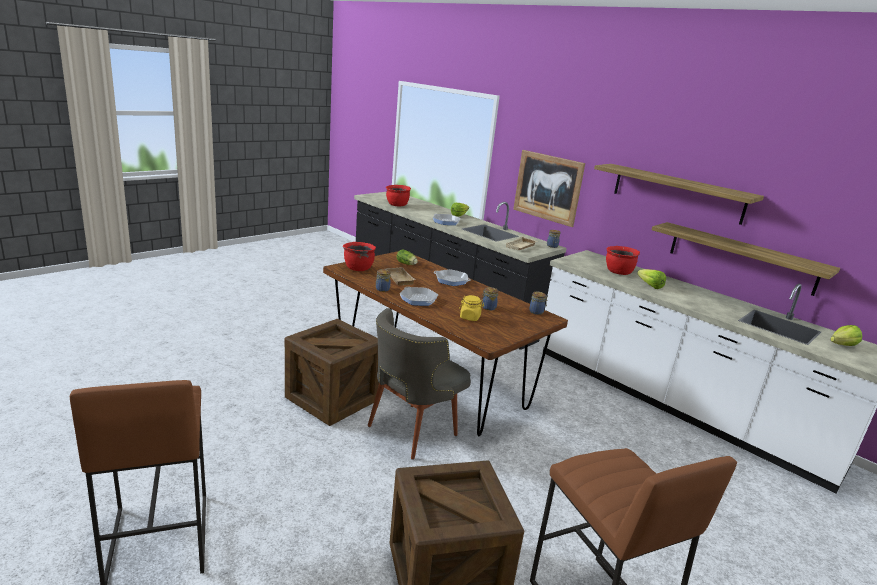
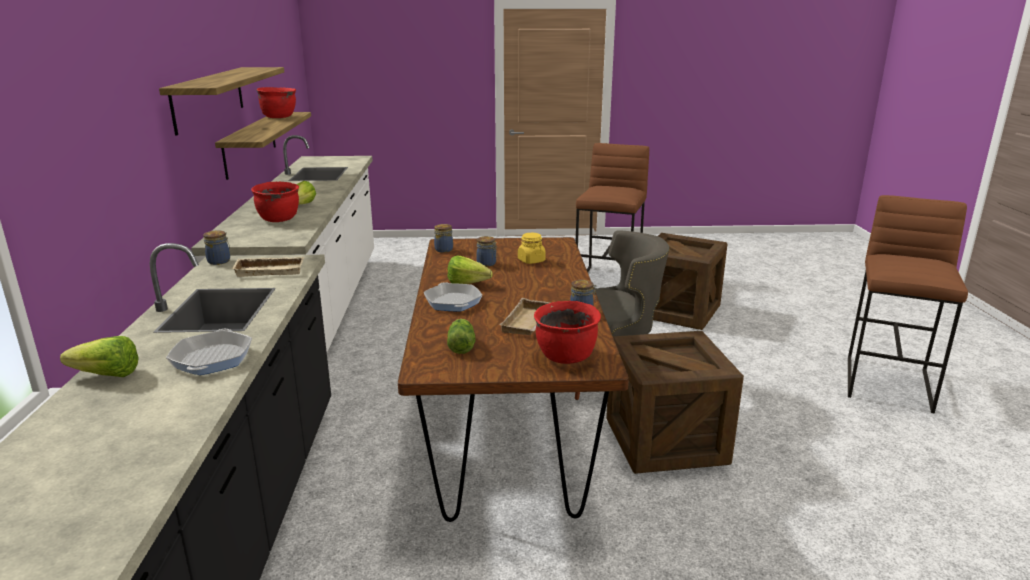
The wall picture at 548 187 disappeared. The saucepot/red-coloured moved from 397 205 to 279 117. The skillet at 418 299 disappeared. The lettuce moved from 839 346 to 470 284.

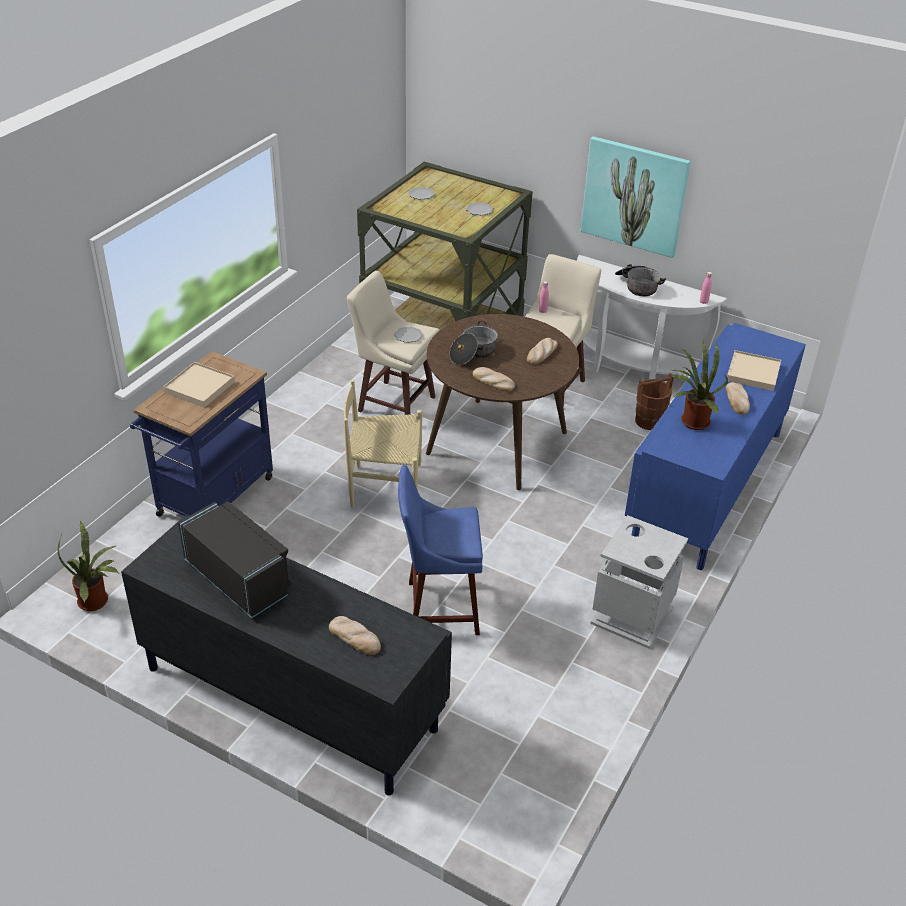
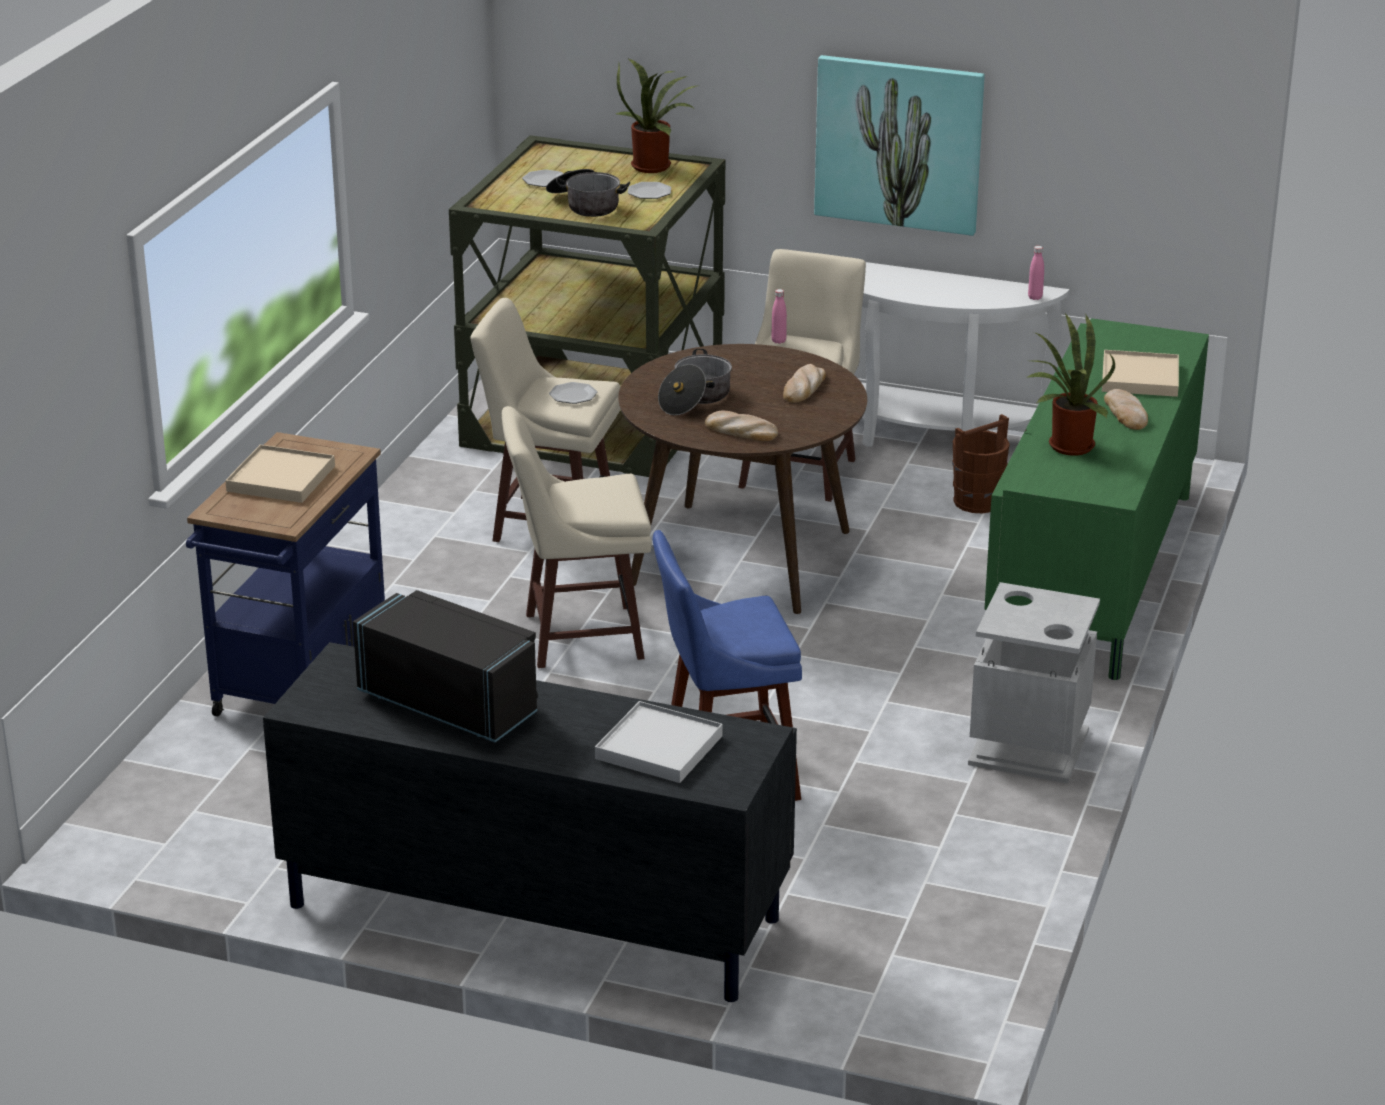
The saucepot moved from 637 286 to 585 205. The cabinet/blue at 705 484 became the cabinet/greenish at 1091 573. The plain chair/beige at 385 488 was replaced by the stool/beige at 579 636. The plant in a pot moved from 96 601 to 655 166. The bakery bread at 355 637 was replaced by the tray/white at 658 747.

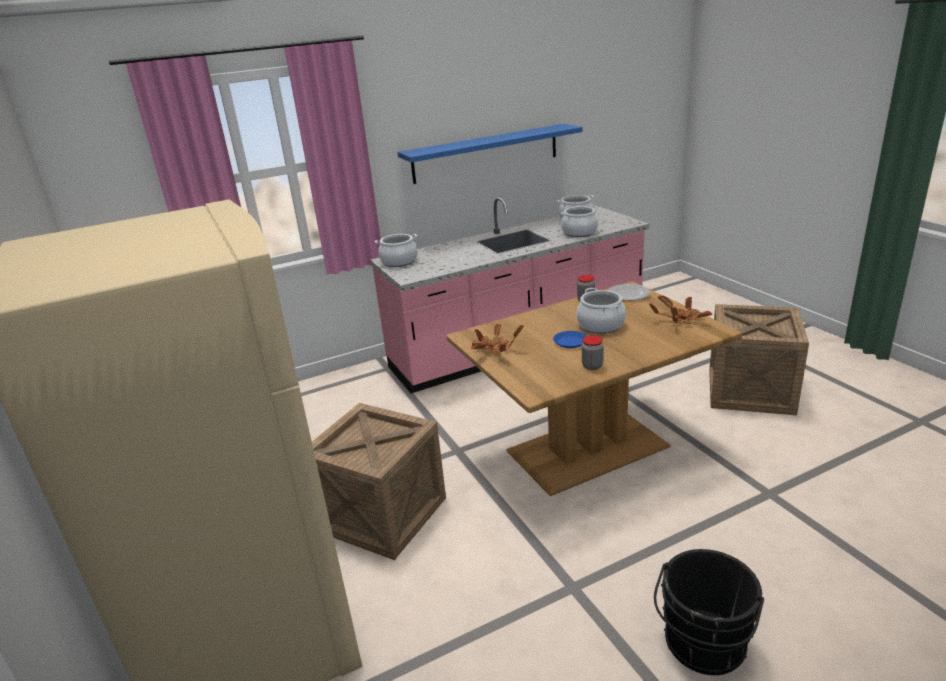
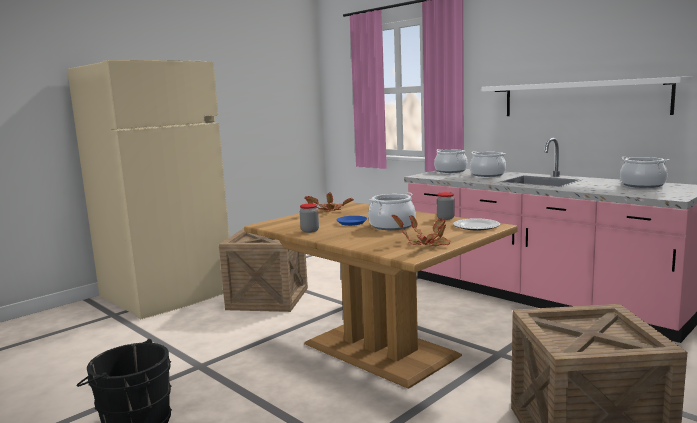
The bracket shelf/blue at 486 153 became the bracket shelf/white at 582 98. The saucepot moved from 579 232 to 487 175.

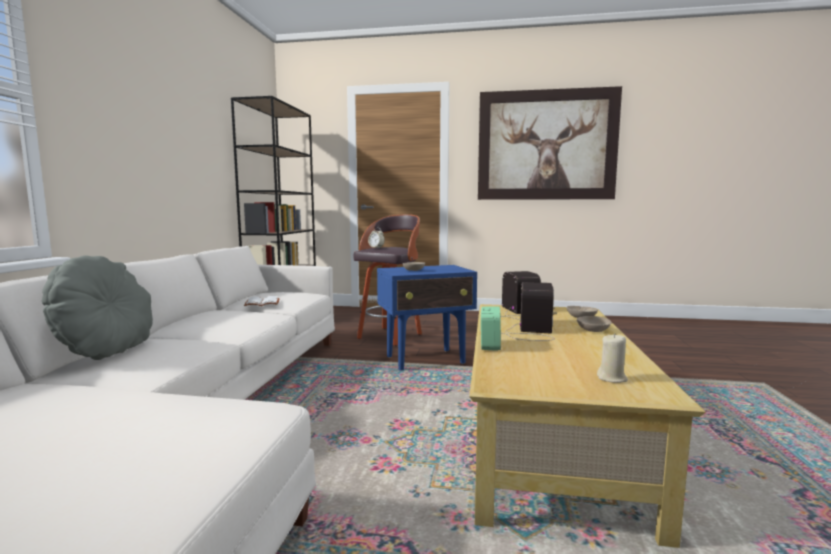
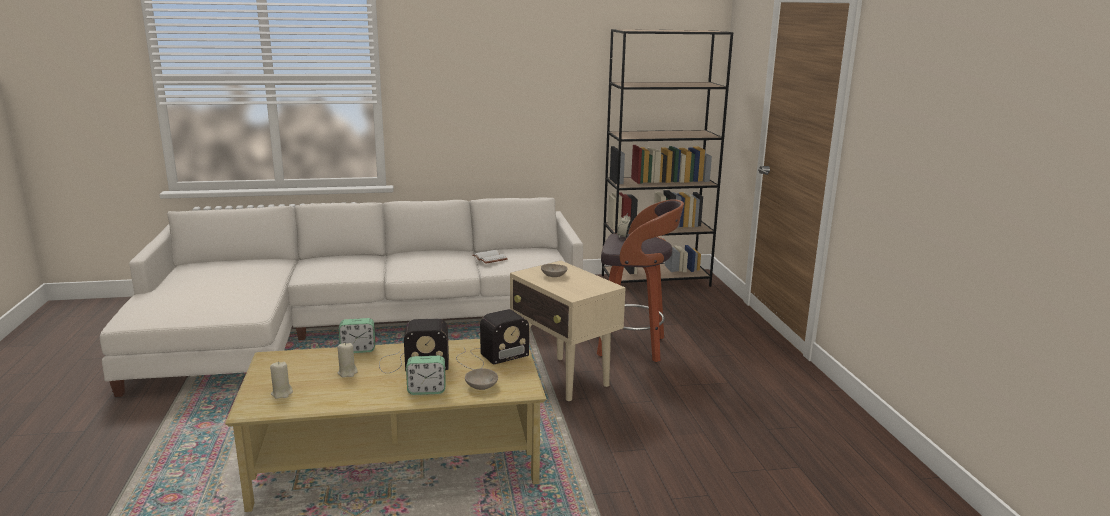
The wall picture at 546 145 disappeared. The throw pillow/grey at 107 353 disappeared. The accent table/blue at 426 360 became the accent table/beige at 564 379. The deep dish/beige at 592 330 was replaced by the table clock at 426 390. The wax light/beige at 347 373 appeared.

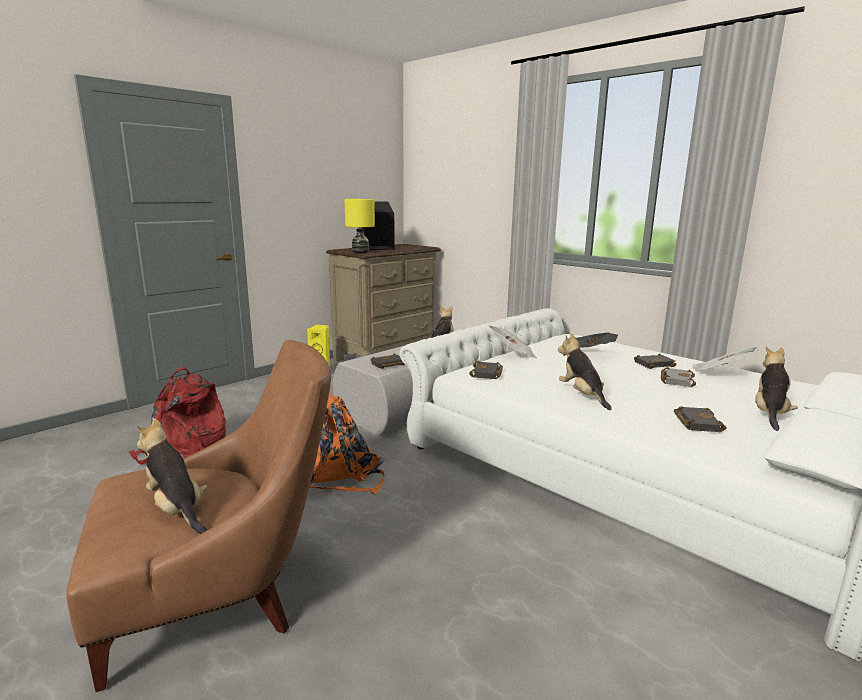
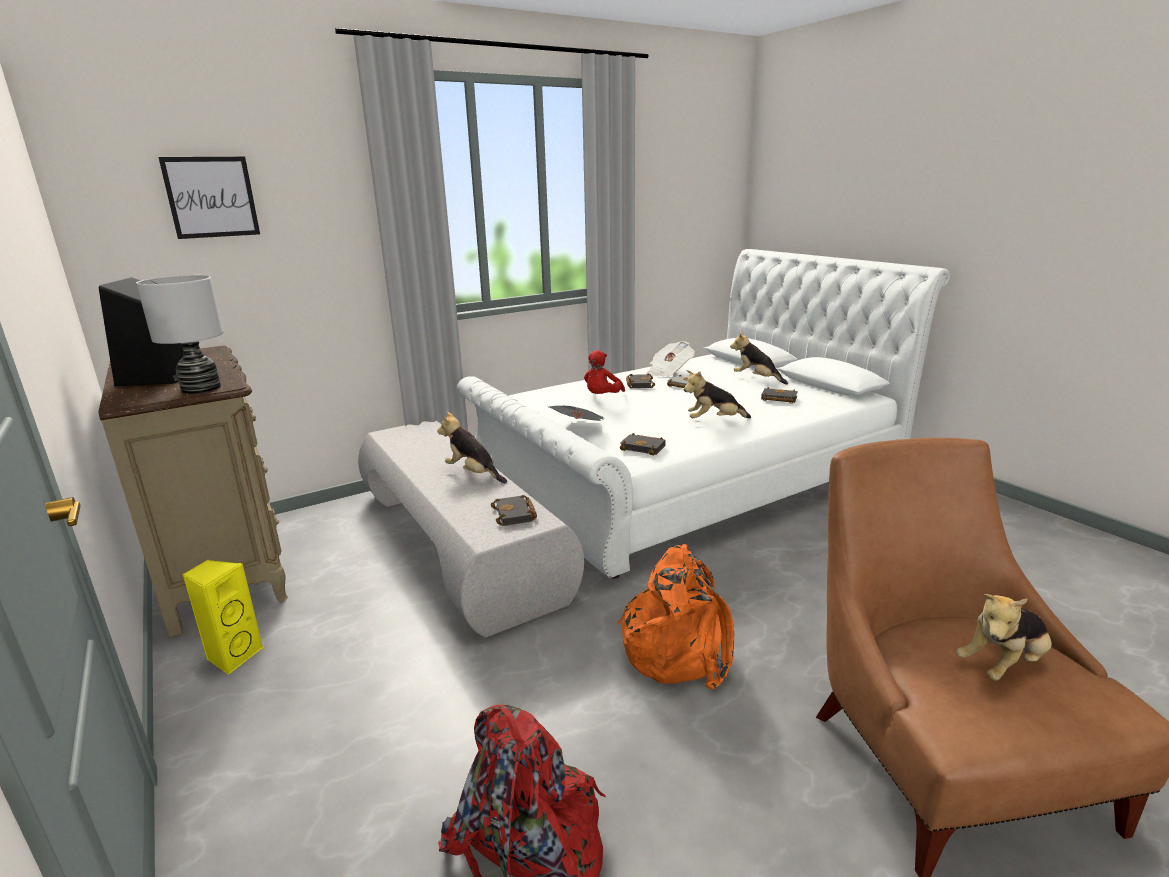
The table lamp/yellow at 360 252 became the table lamp/grey at 200 388. The daily paper at 590 354 was replaced by the soft toy/red-coloured at 602 397. The wall picture at 211 197 appeared.

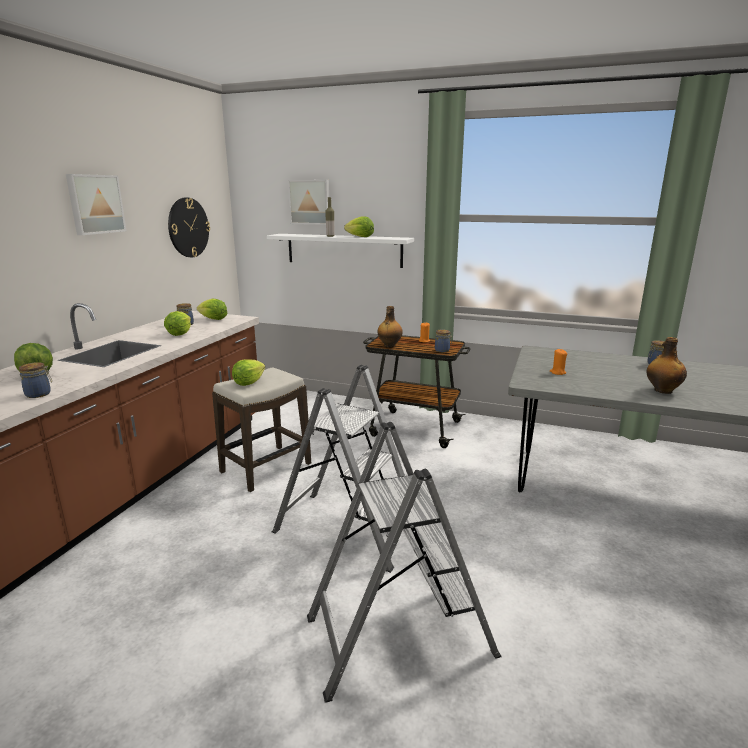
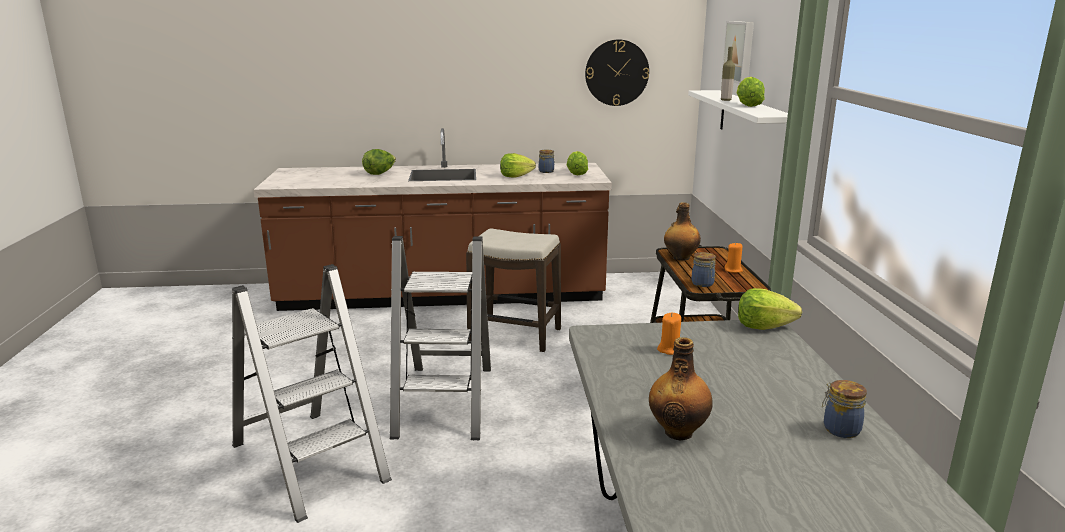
The wall picture at 95 204 disappeared. The lettuce moved from 249 382 to 763 326. The storage jar at 39 394 disappeared.

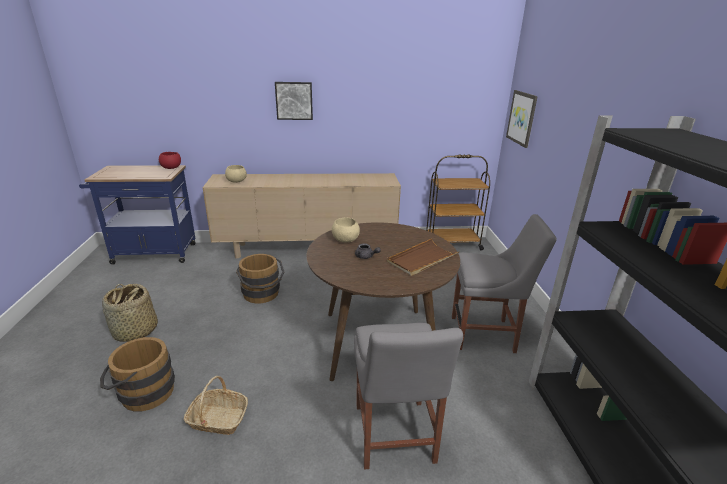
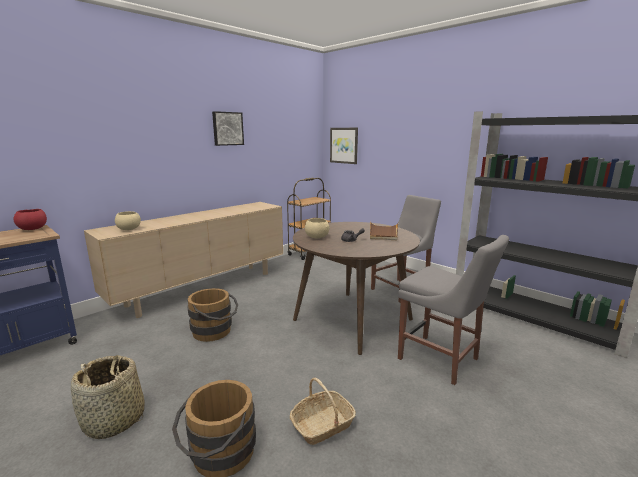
The wall picture moved from 294 100 to 227 128.

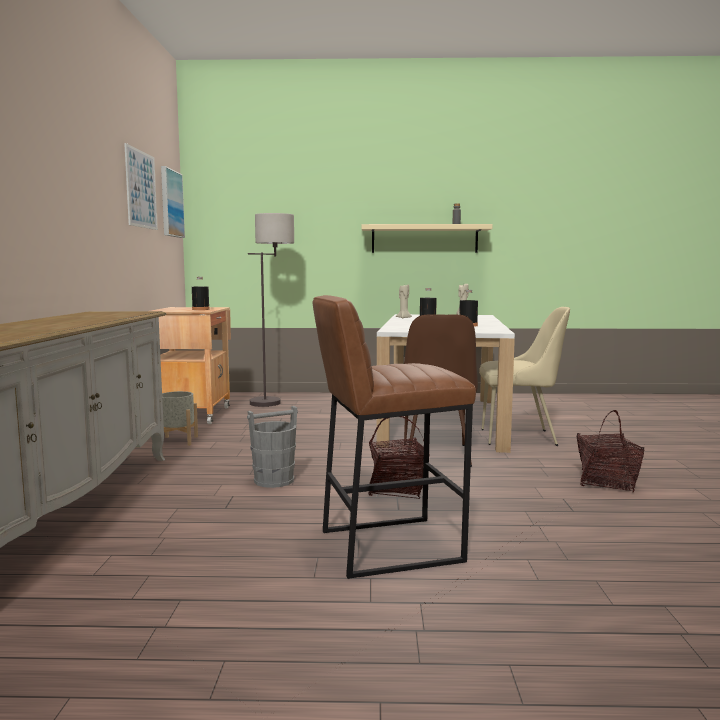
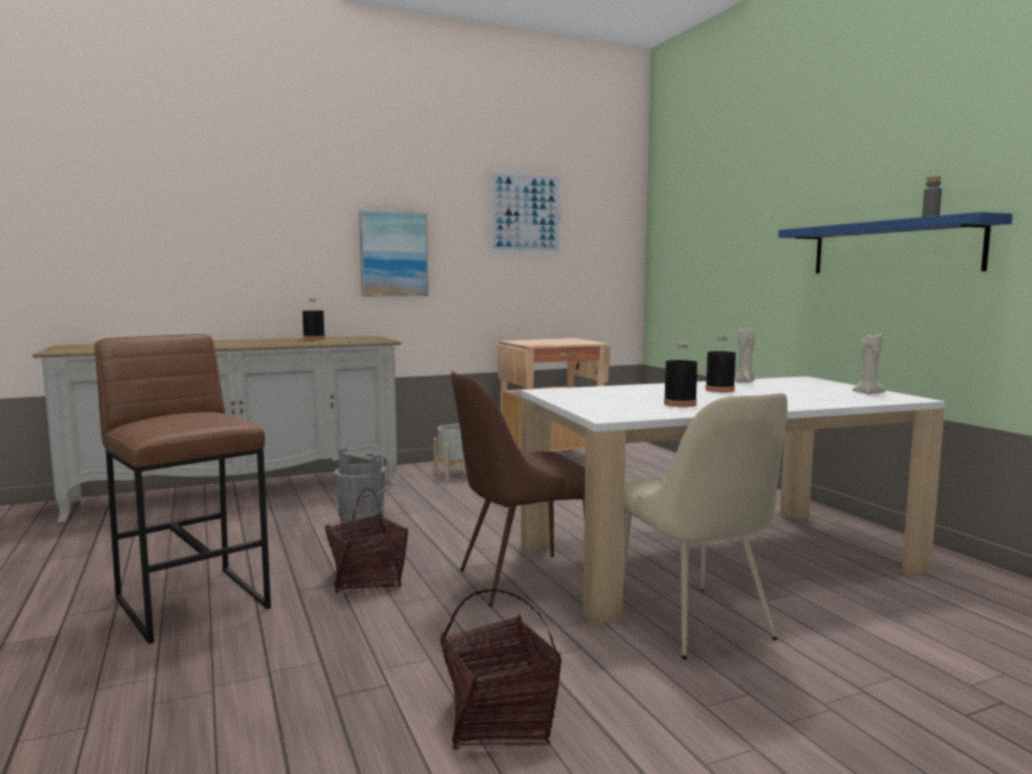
The wall picture moved from 171 203 to 393 254. The floor lamp/grey at 273 402 disappeared. The bracket shelf/beige at 424 239 became the bracket shelf/blue at 893 248. The beverage bottle/blackish moved from 200 309 to 314 339.

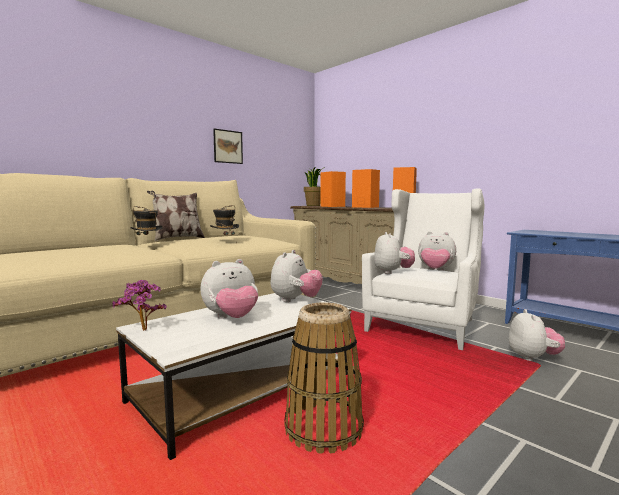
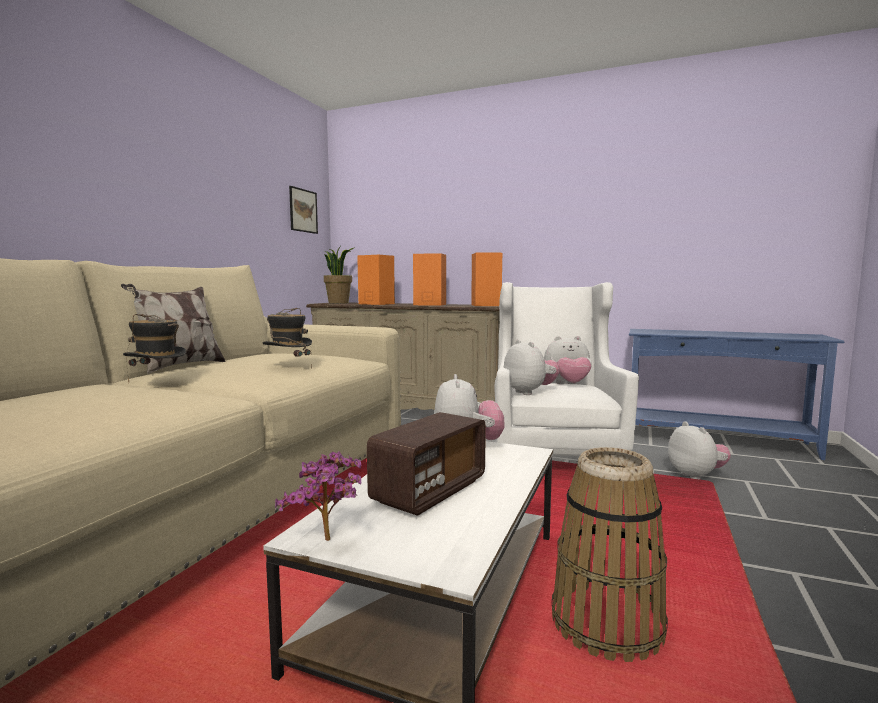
The wall picture moved from 228 146 to 303 210. The soft toy at 231 318 was replaced by the radio at 429 491.

